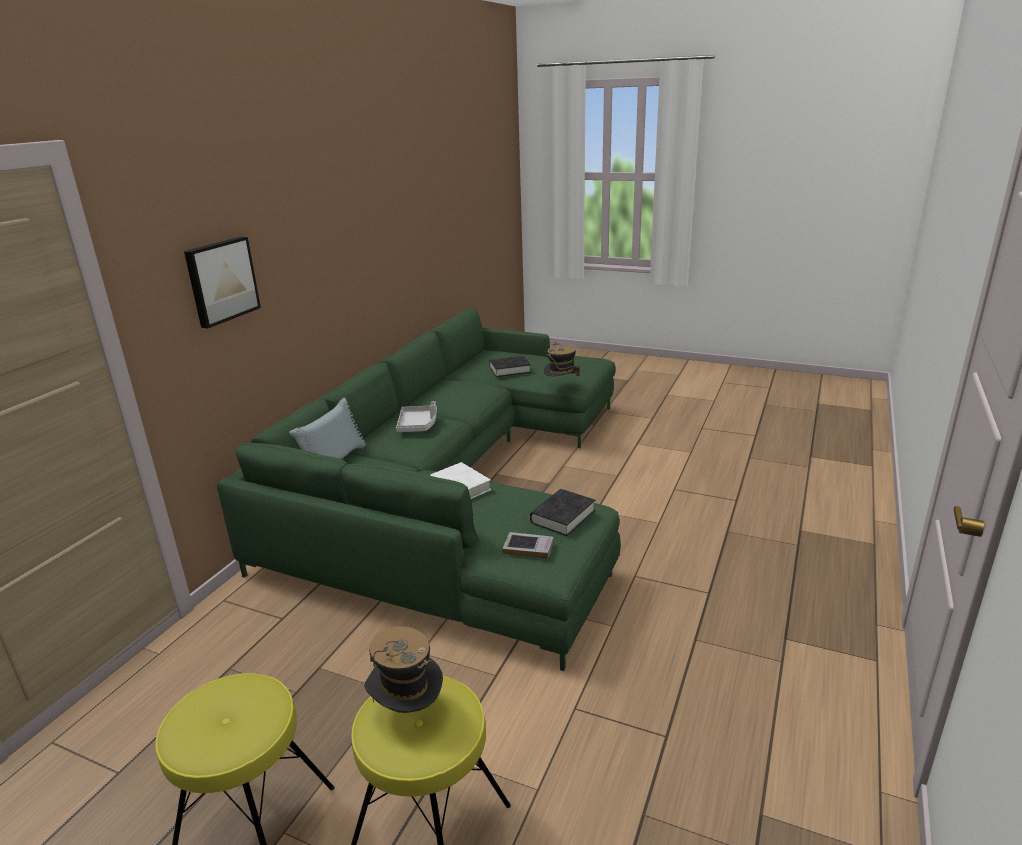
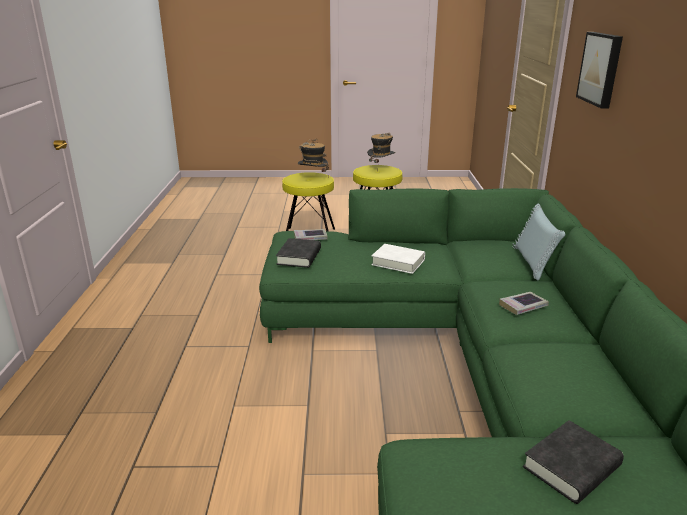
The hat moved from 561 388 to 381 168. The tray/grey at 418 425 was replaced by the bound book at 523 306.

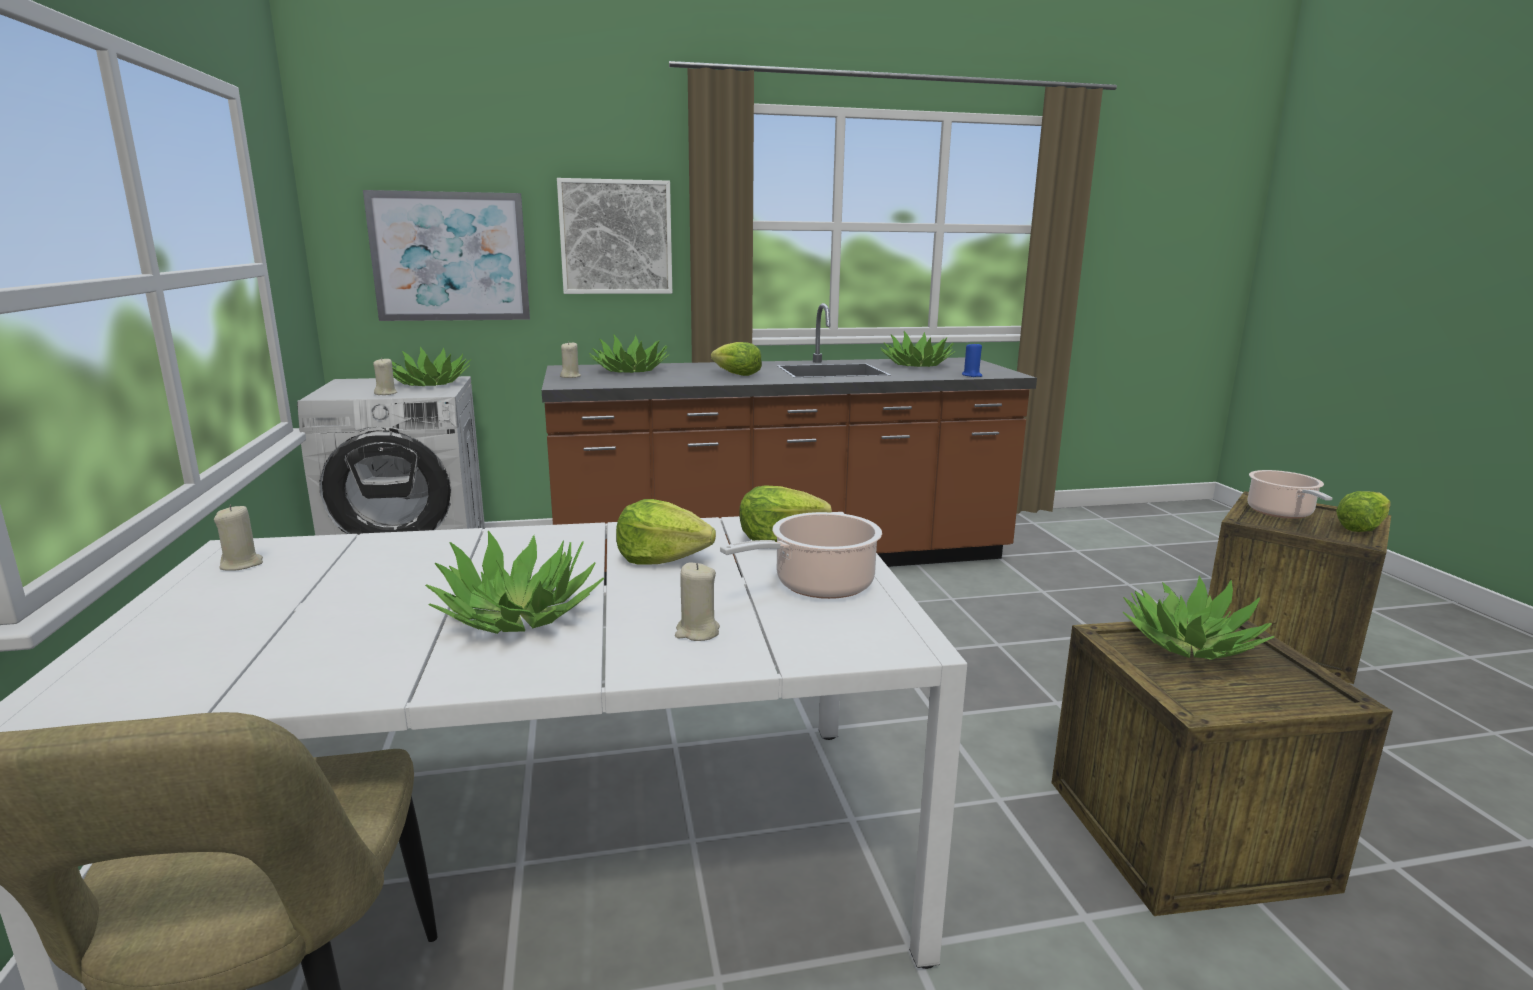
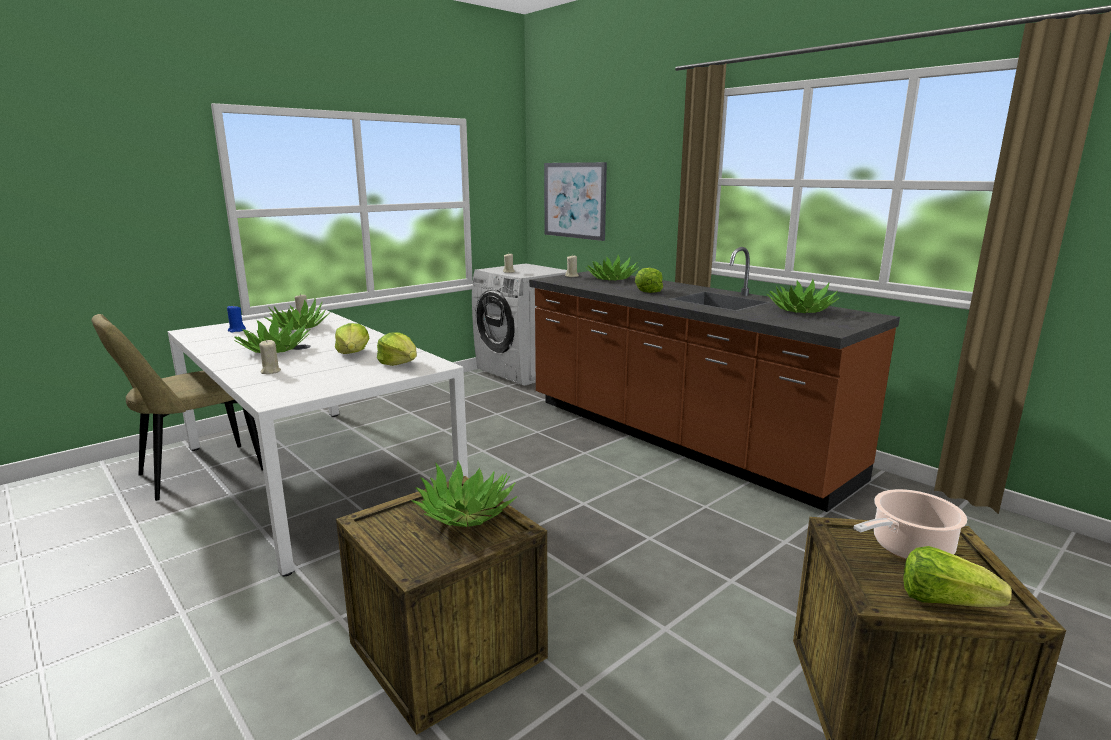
The wall picture at 616 237 disappeared. The wax light/blue moved from 971 375 to 236 330. The plant in a pot moved from 429 384 to 299 327. The saucepot at 818 585 disappeared.

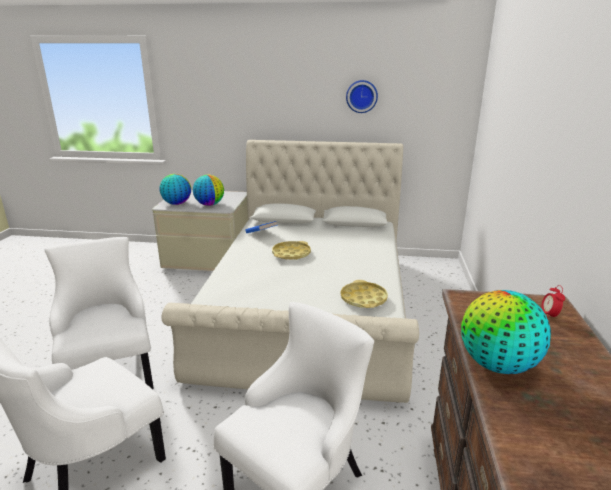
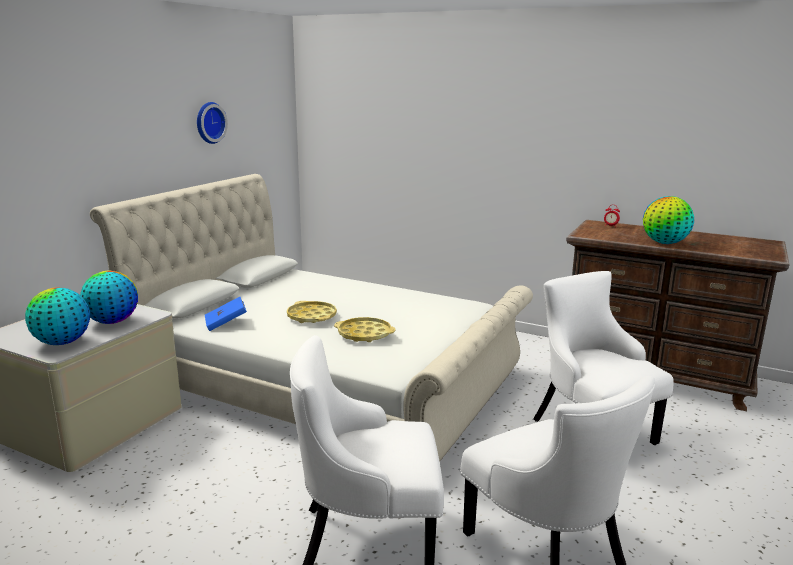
The tray/yellow moved from 363 299 to 364 334.

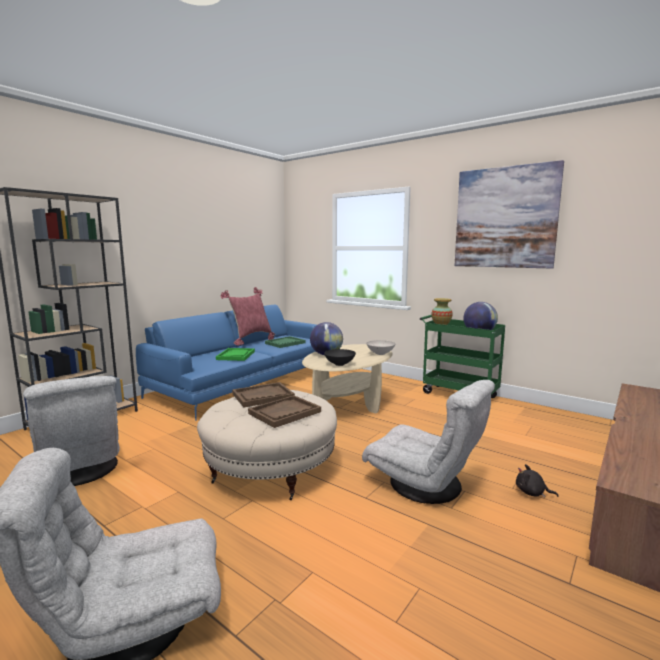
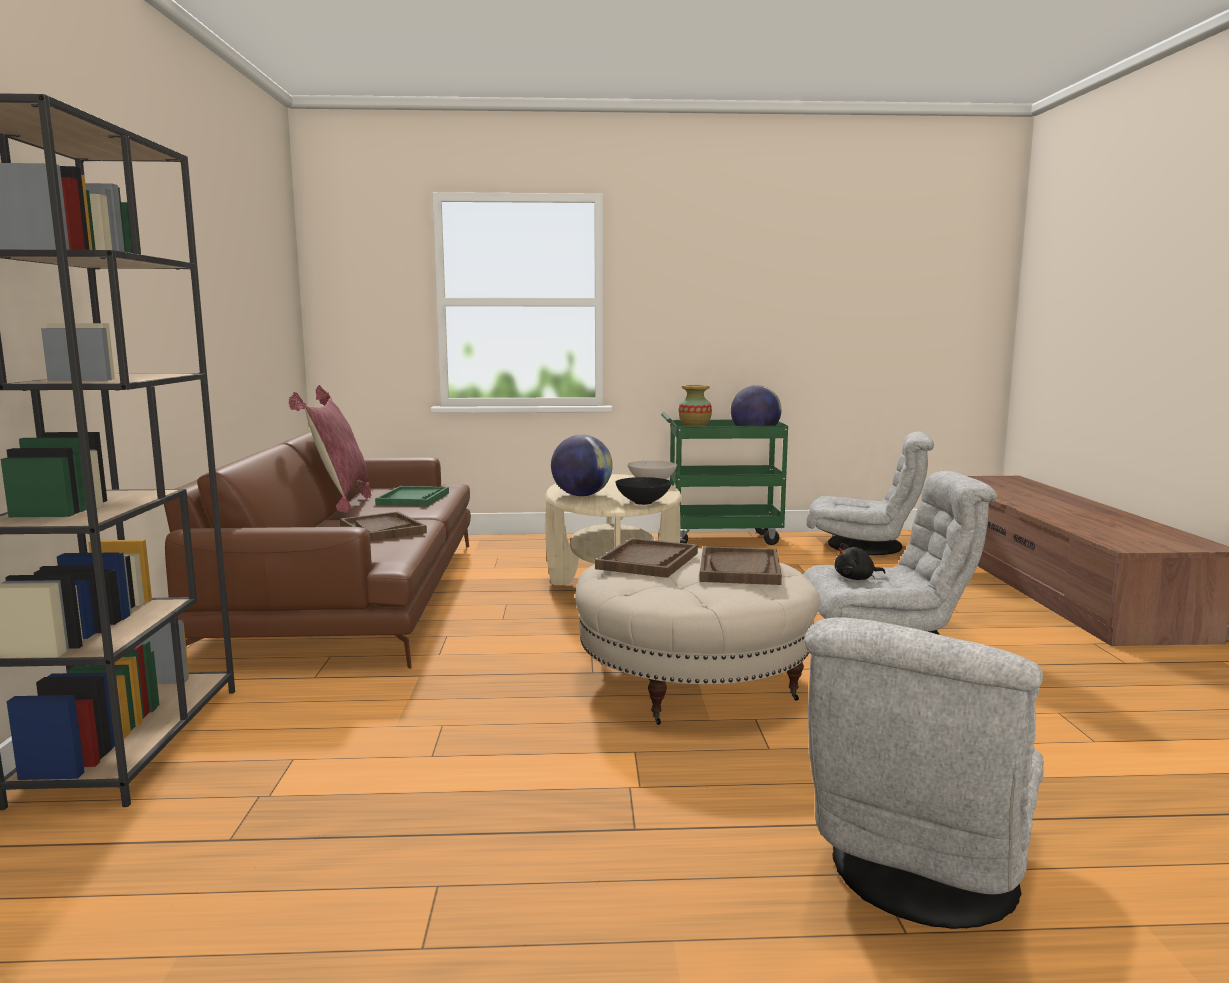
The wall picture at 505 218 disappeared. The sofa/blue at 243 382 became the sofa/brown at 351 596. The tray/greenish at 236 355 became the tray/brown at 382 529. The armchair/grey moved from 79 470 to 863 547. The soft toy/blackish moved from 532 493 to 856 578.

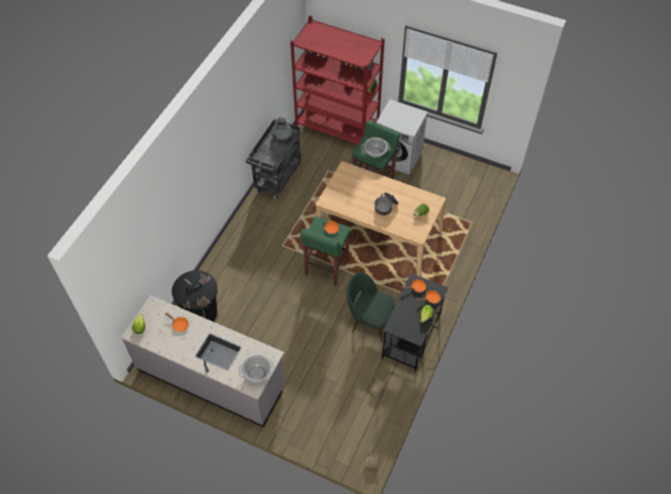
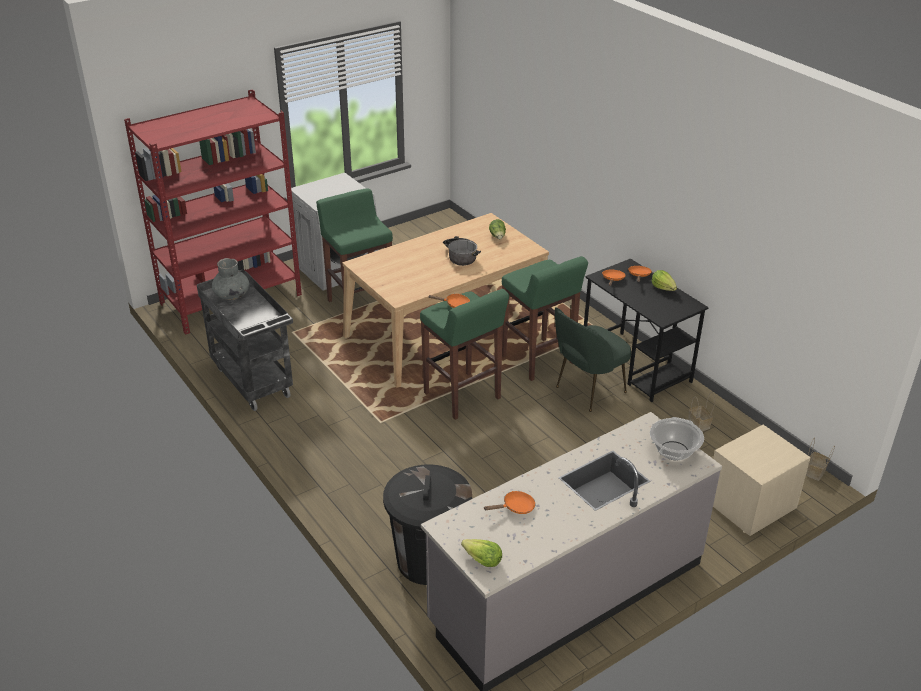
The saucepot at 375 152 disappeared. The stool/greenish at 538 360 appeared. The night table/beige at 750 505 appeared.

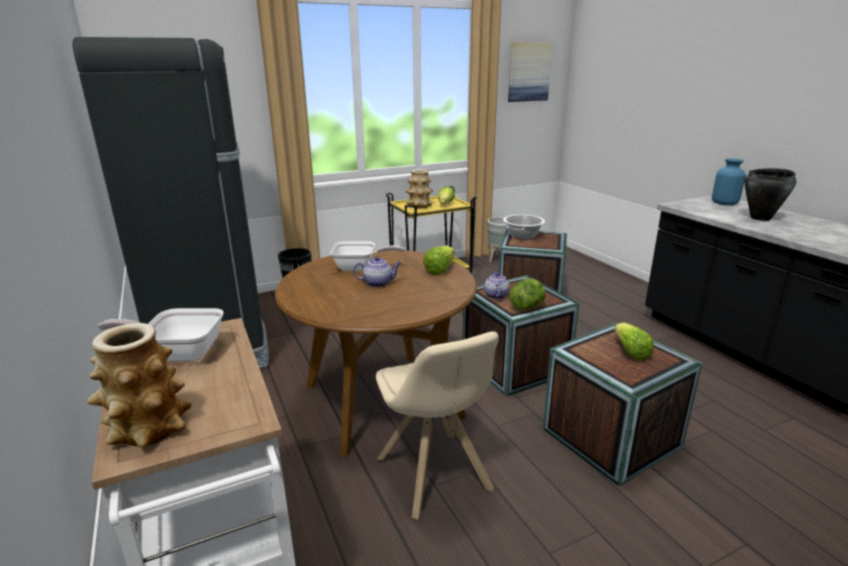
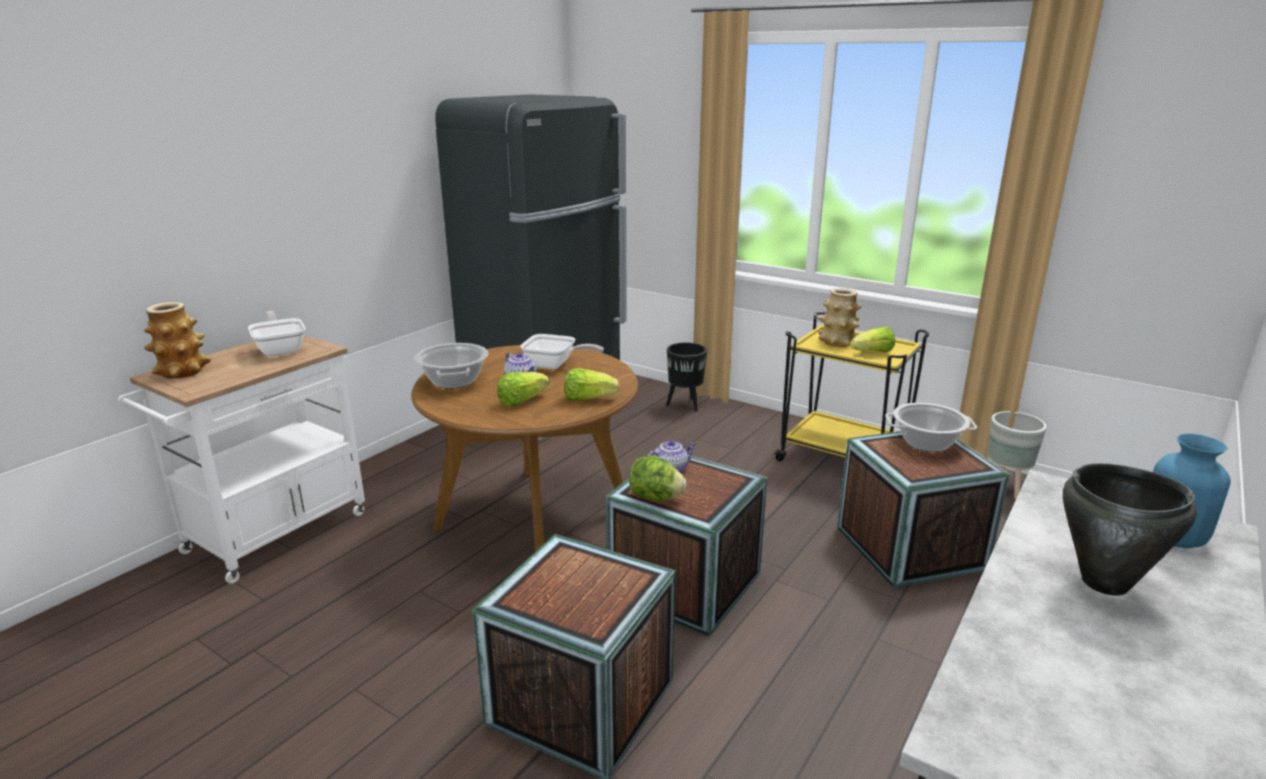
The wall picture at 528 72 disappeared. The skillet at 360 267 turned 45 degrees counterclockwise. The lettuce moved from 630 352 to 521 401. The plain chair/beige at 434 474 disappeared. The saucepot at 454 381 appeared.

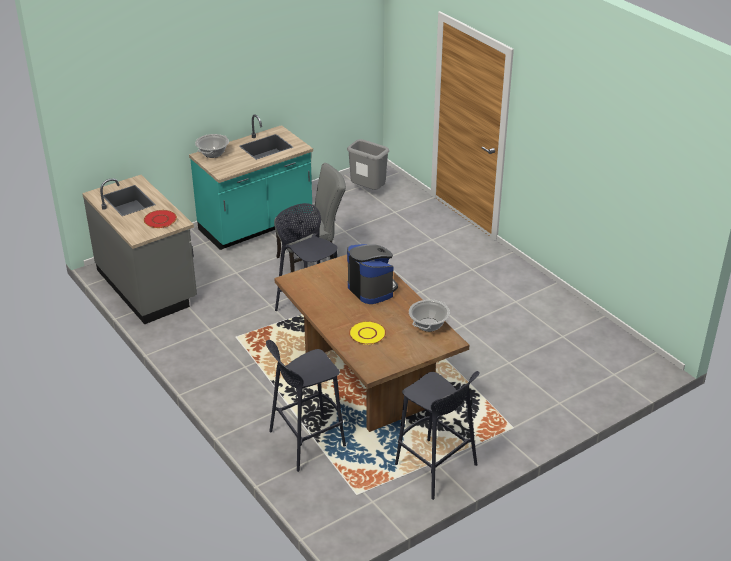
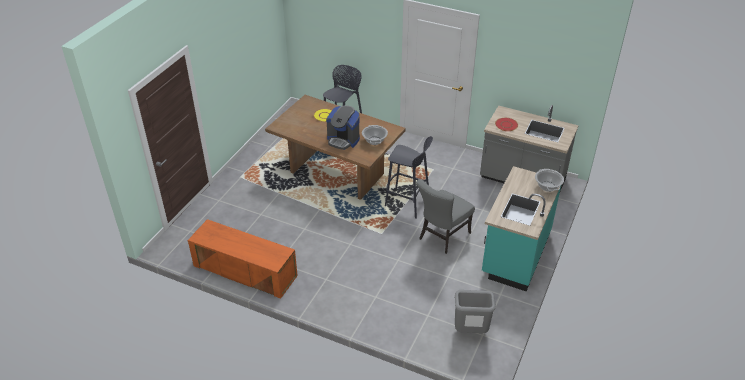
The saucepot moved from 428 325 to 374 141. The stool/grey at 435 468 disappeared. The indoor bench/orange-coloured at 244 271 appeared.

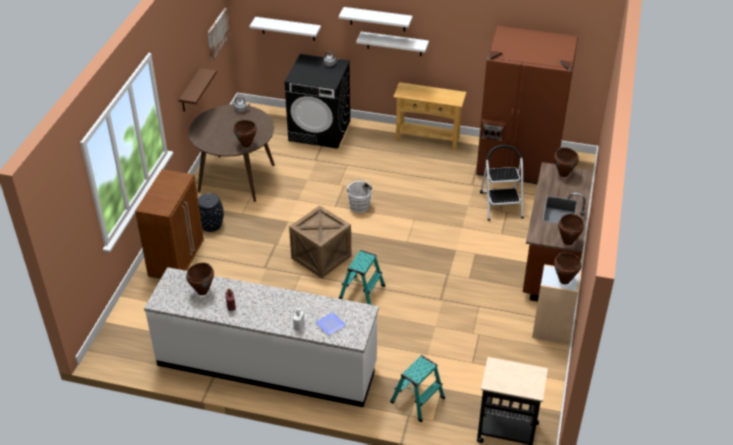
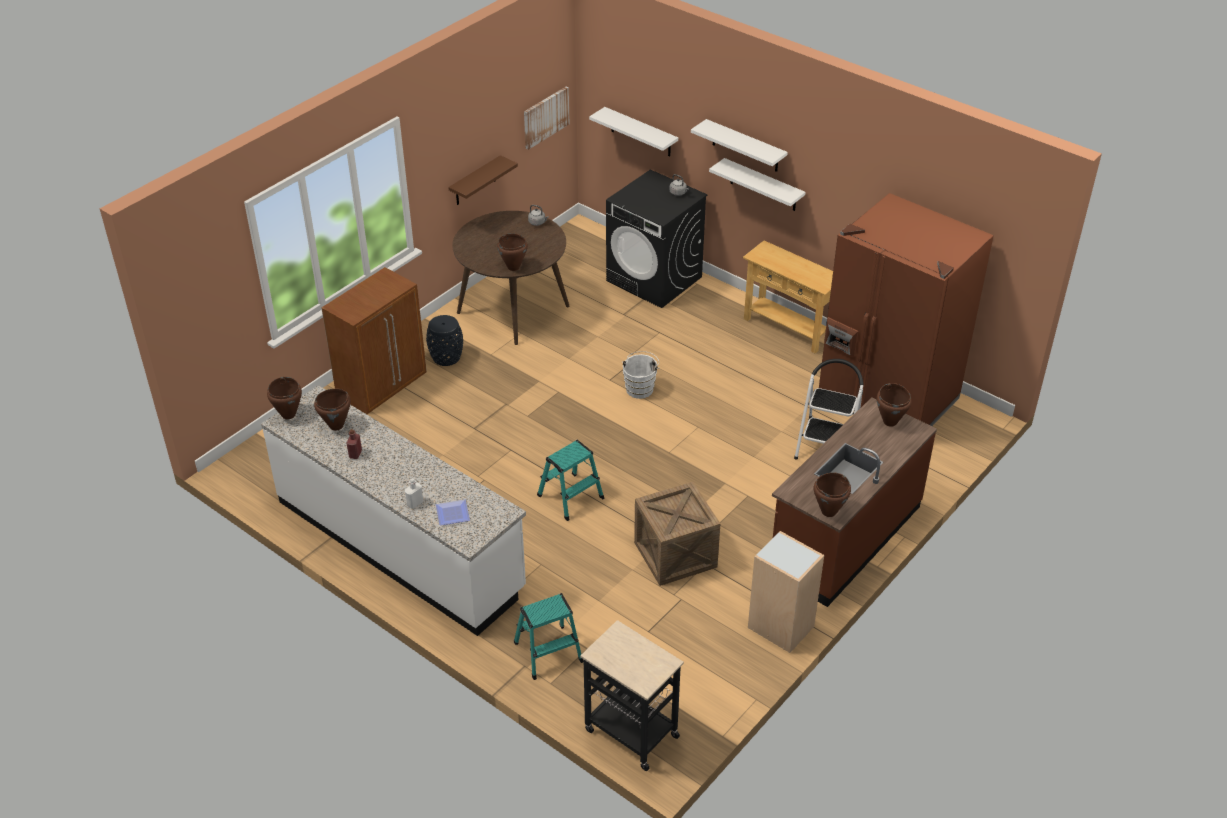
The crate moved from 321 257 to 675 555. The saucepot/brown moved from 564 281 to 288 415.

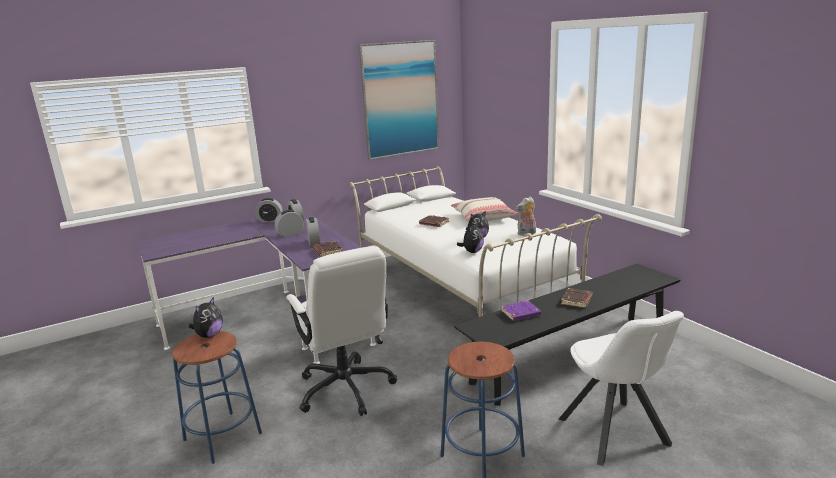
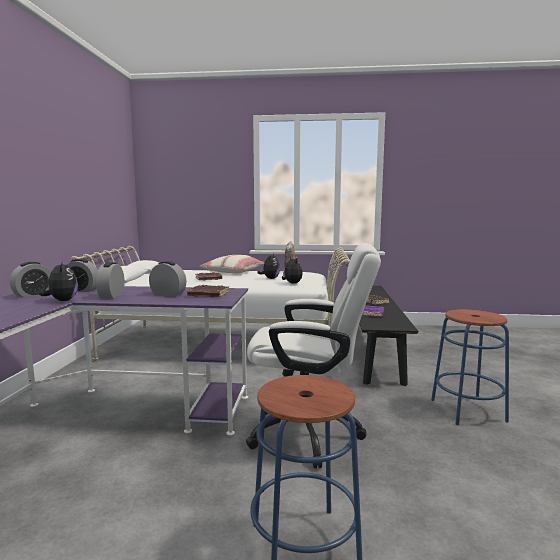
The wall picture at 400 99 disappeared. The soft toy moved from 209 335 to 62 301. The plain chair/white at 615 433 disappeared.

